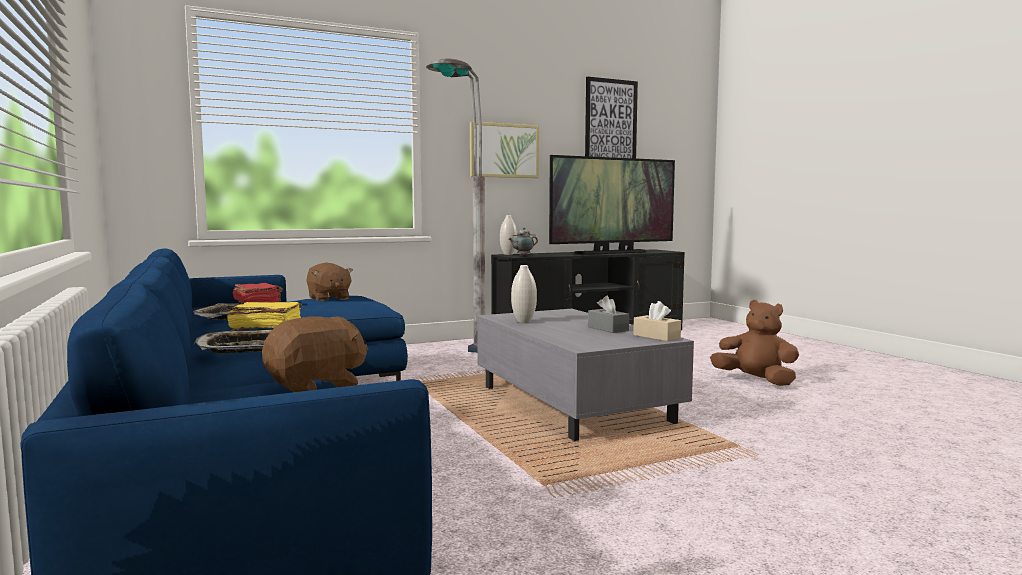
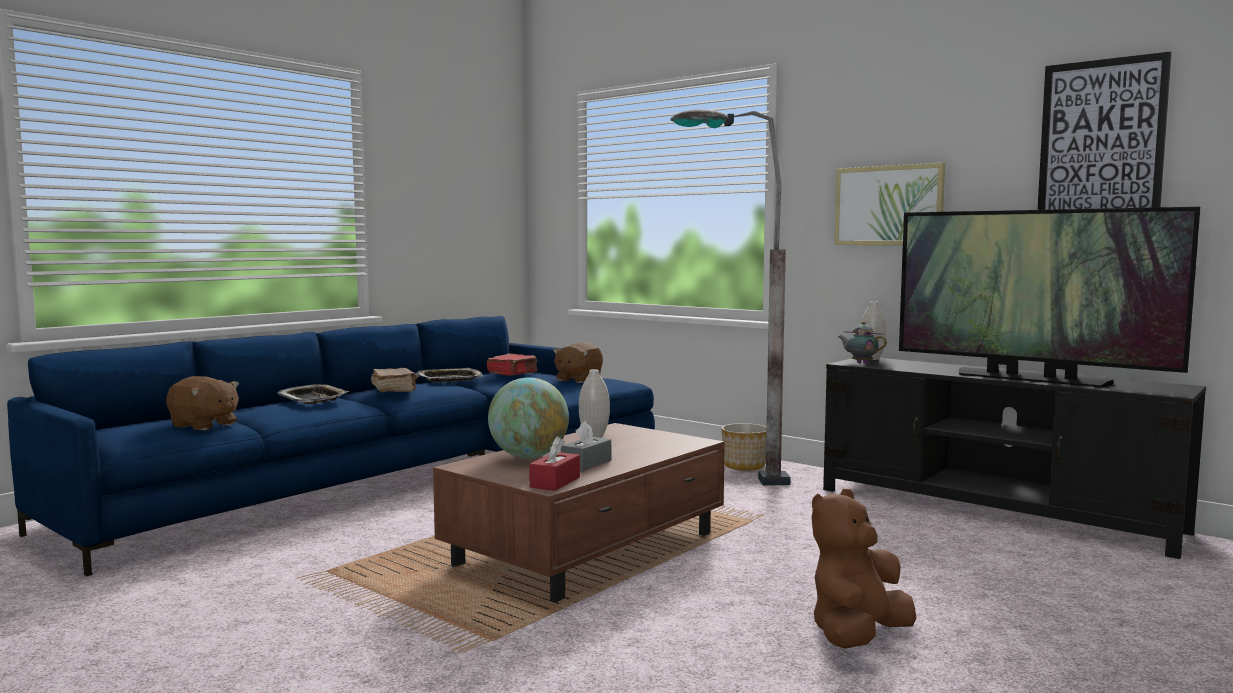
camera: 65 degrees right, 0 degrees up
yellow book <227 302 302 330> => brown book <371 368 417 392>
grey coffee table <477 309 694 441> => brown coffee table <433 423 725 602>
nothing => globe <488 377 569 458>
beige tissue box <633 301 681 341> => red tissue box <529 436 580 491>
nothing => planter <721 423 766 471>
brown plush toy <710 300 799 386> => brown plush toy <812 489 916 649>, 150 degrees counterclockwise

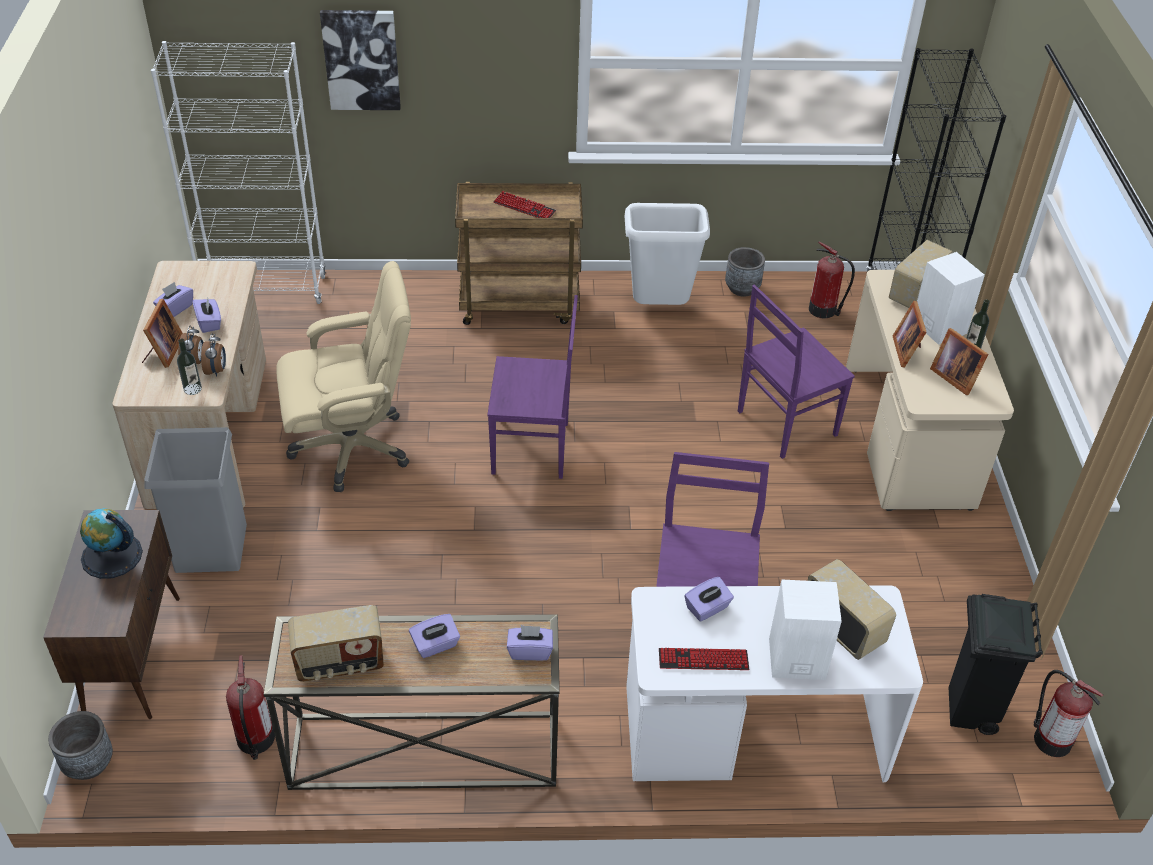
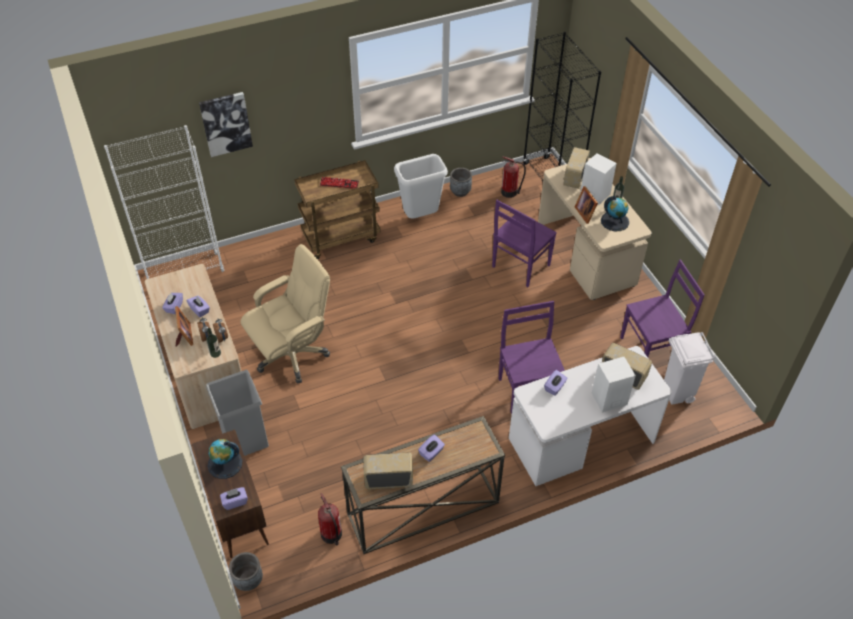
camera: 20 degrees left, 5 degrees up
purple tissue box <507 625 553 661> => purple tissue box <220 487 248 510>, move
radio <288 605 384 682> => radio <363 453 413 489>, 150 degrees counterclockwise
picture frame <930 328 989 395> => globe <601 196 629 231>
purple chair <487 295 578 479> => purple chair <620 260 705 357>, move
black trash can <949 594 1043 735> => white trash can <664 332 716 405>
keyboard <659 648 749 670> => nothing
fire extinguisher <1033 670 1103 757> => nothing

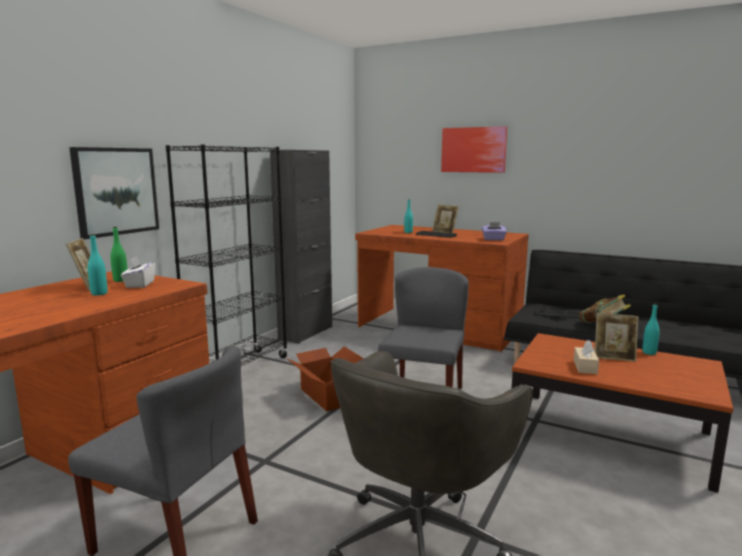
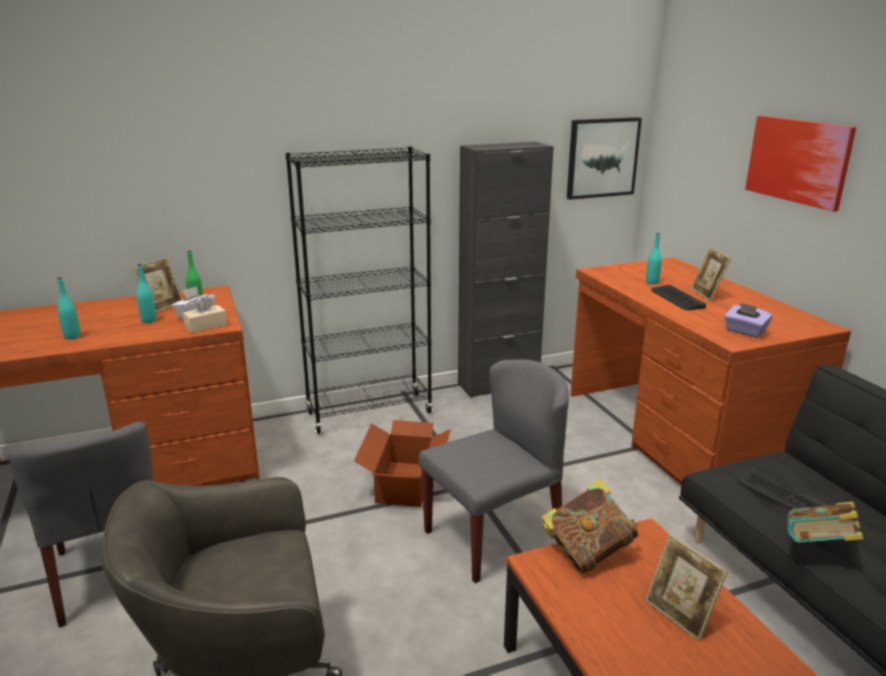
camera: 40 degrees right, 10 degrees up
turquoise bottle <642 303 660 355> => turquoise bottle <57 277 81 339>, move
beige tissue box <574 340 599 374> => beige tissue box <183 297 227 333>, move
nothing => book <541 479 639 574>
picture <69 147 159 239> => picture <567 117 642 200>, move

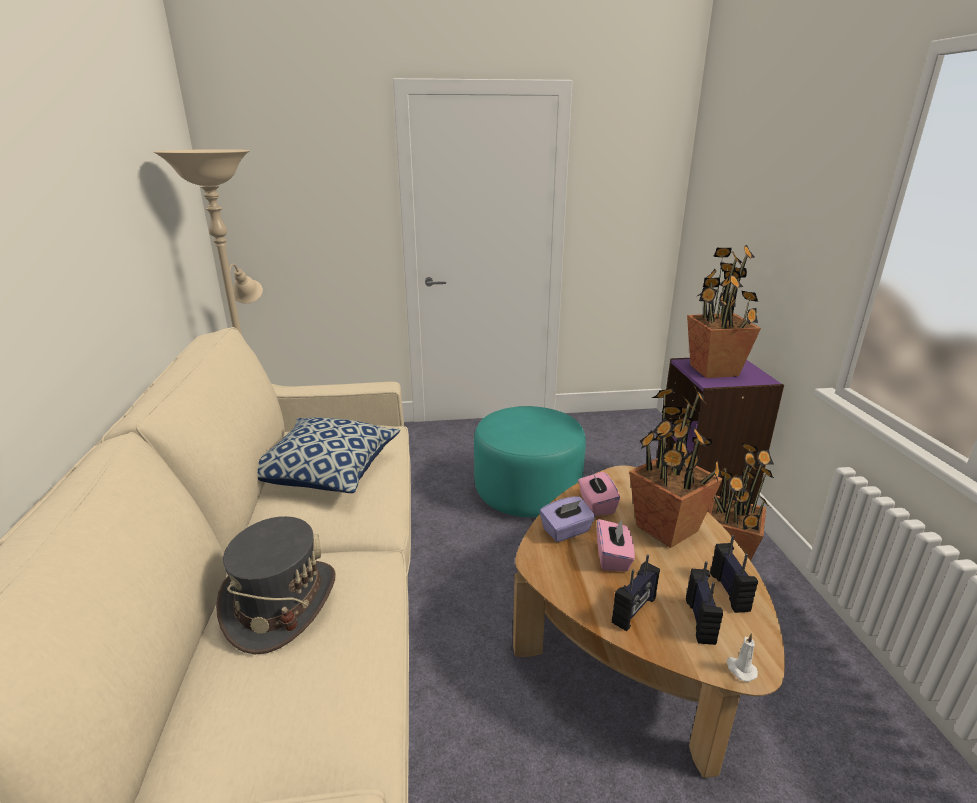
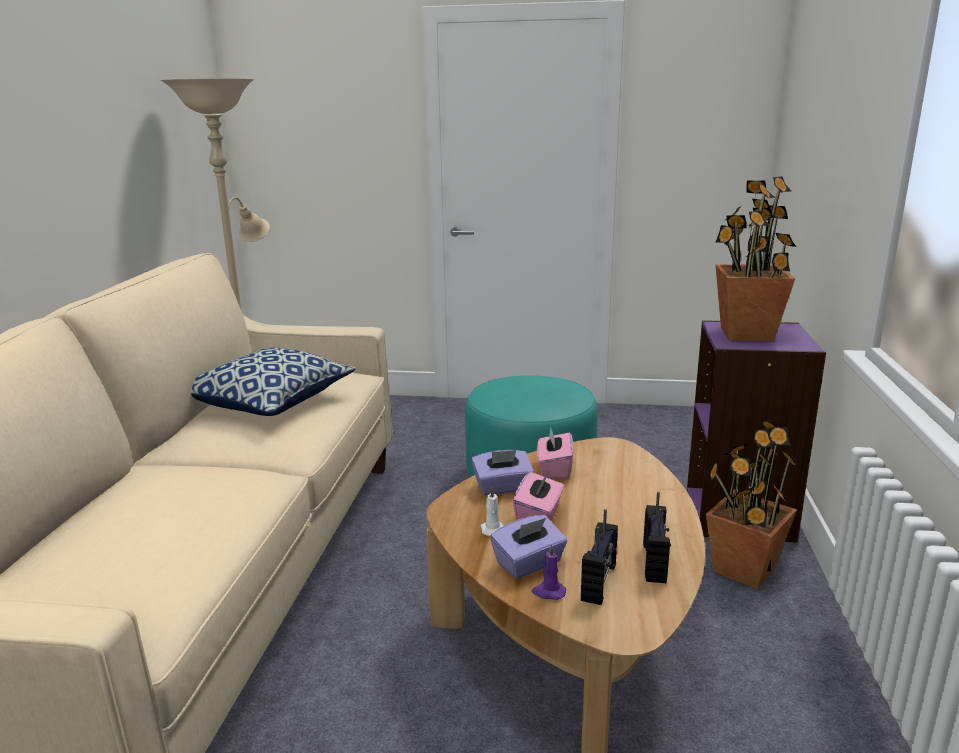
camera: 15 degrees right, 5 degrees down
white candle <727 633 758 682> => white candle <480 487 504 536>, move
radio <612 554 660 631> => purple tissue box <490 515 567 579>
nothing => purple candle <532 545 566 600>
grey hat <216 516 336 654> => nothing
potted plant <629 385 723 548> => nothing

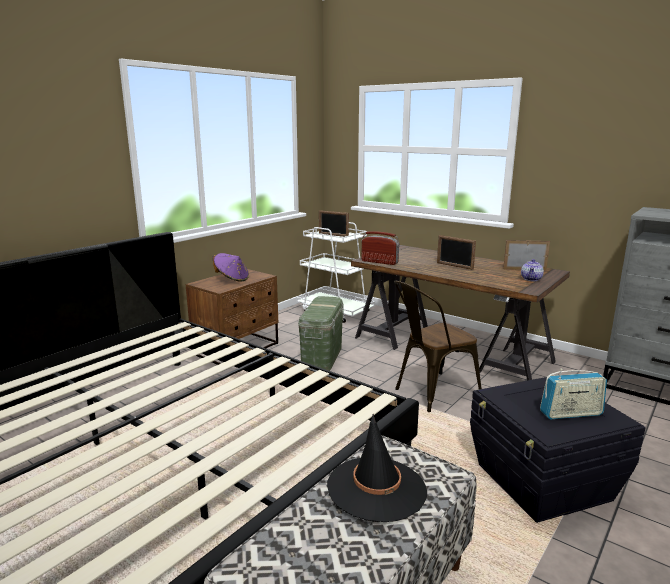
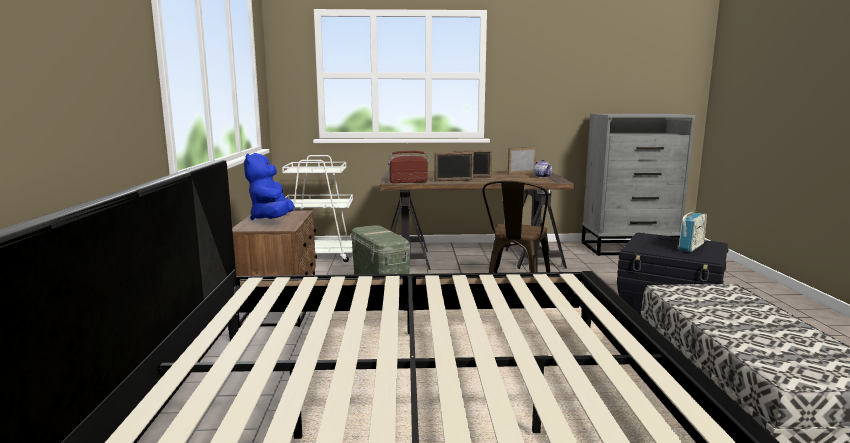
camera: 40 degrees left, 5 degrees down
purple hat <213 253 249 282> => blue plush toy <244 153 294 220>
picture frame <319 210 349 237> => picture frame <434 152 474 181>, move
black hat <327 414 427 522> => nothing

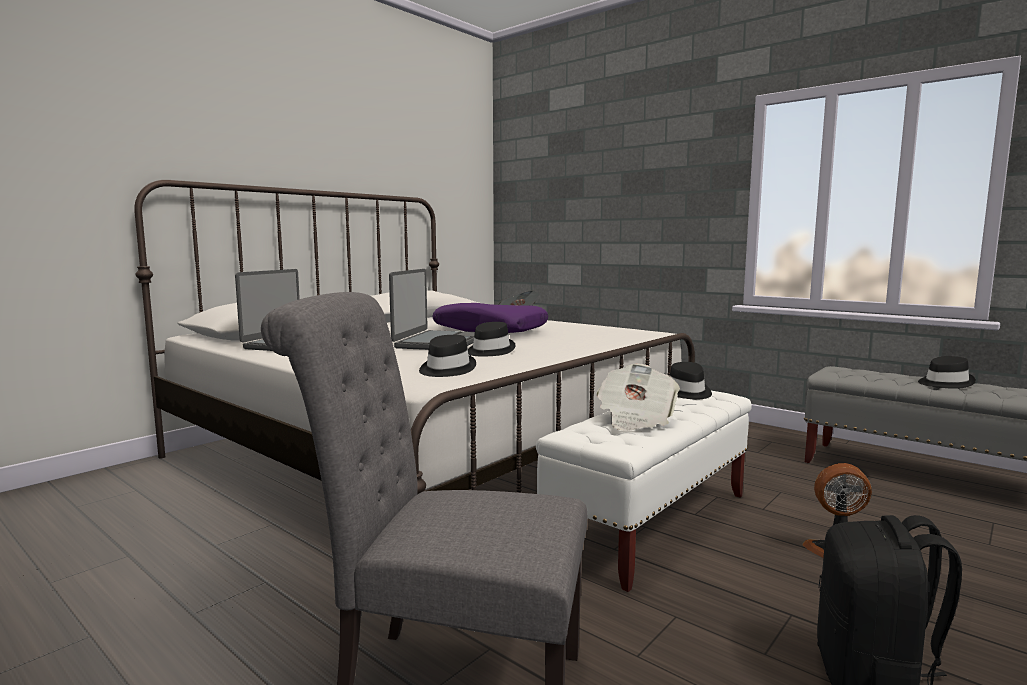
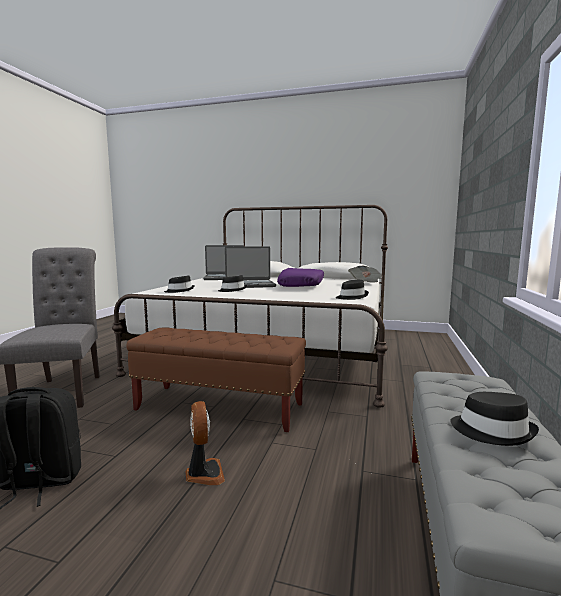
camera: 65 degrees right, 0 degrees up
white bench <536 391 752 592> => brown bench <126 327 306 432>
black hat <670 362 712 399> => black hat <336 280 369 300>, move
newspaper <596 363 680 431> => nothing

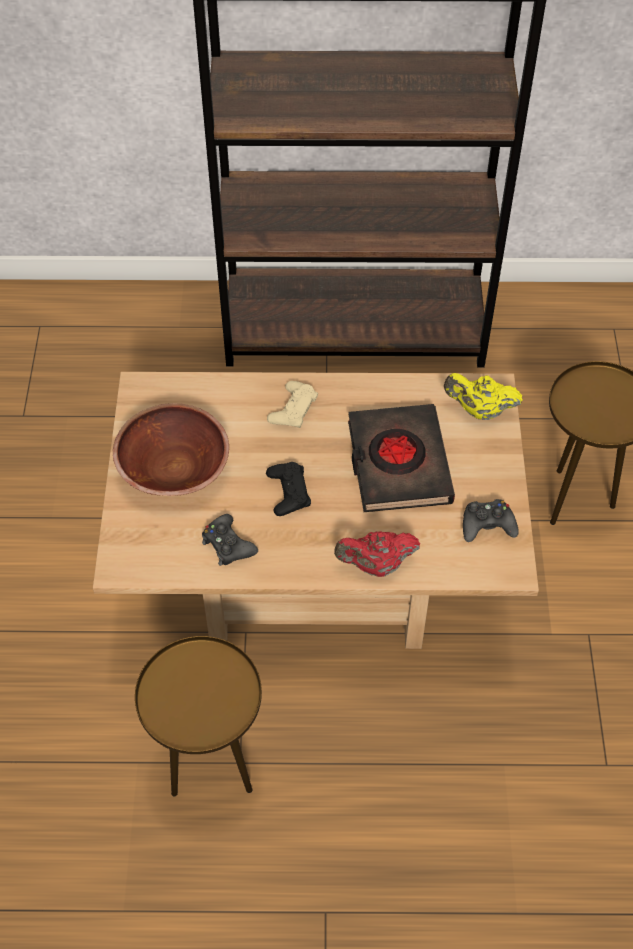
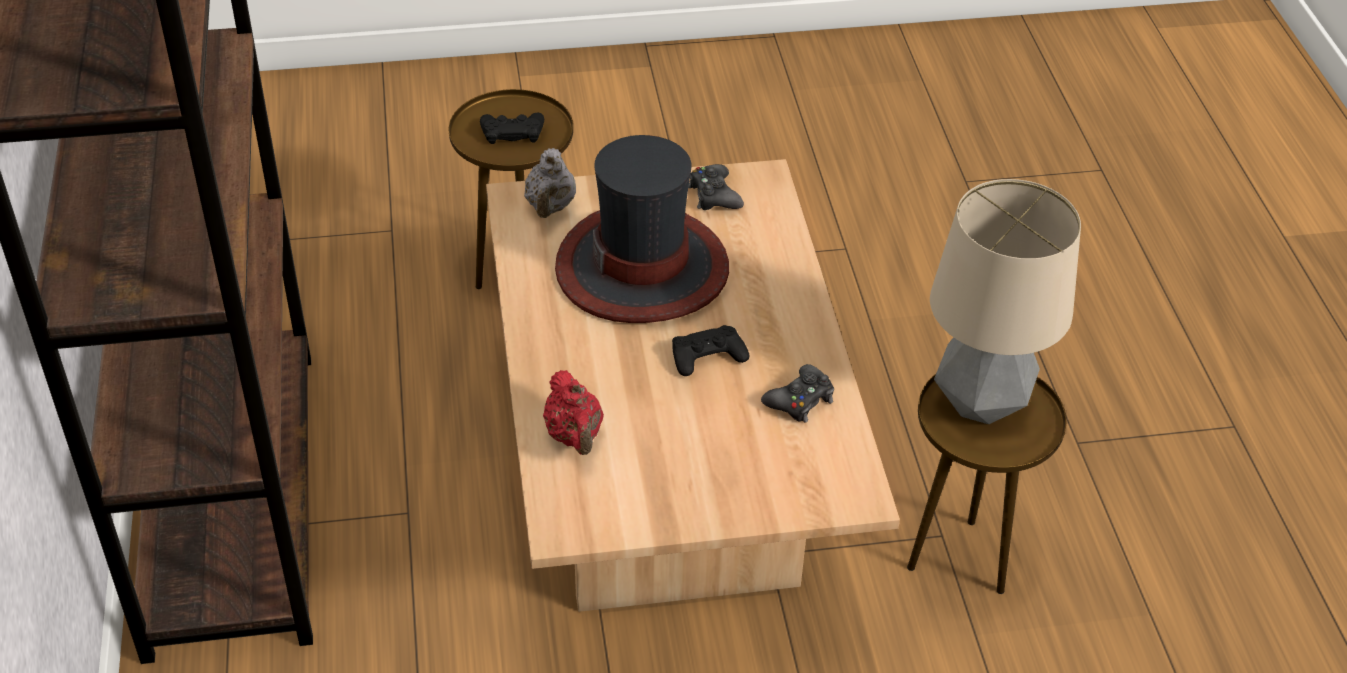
camera: 100 degrees left, 10 degrees down
nothing => black game controller <480 113 544 144>
yellow teapot <444 373 522 420> => grey teapot <524 148 576 218>
red teapot <334 531 420 577> => red teapot <543 370 604 455>, move
black book <348 404 455 512> => hat <555 135 729 323>
nothing => table lamp <930 179 1081 424>
brown bowl <113 403 229 496> => nothing
beige game controller <267 381 318 428> => nothing

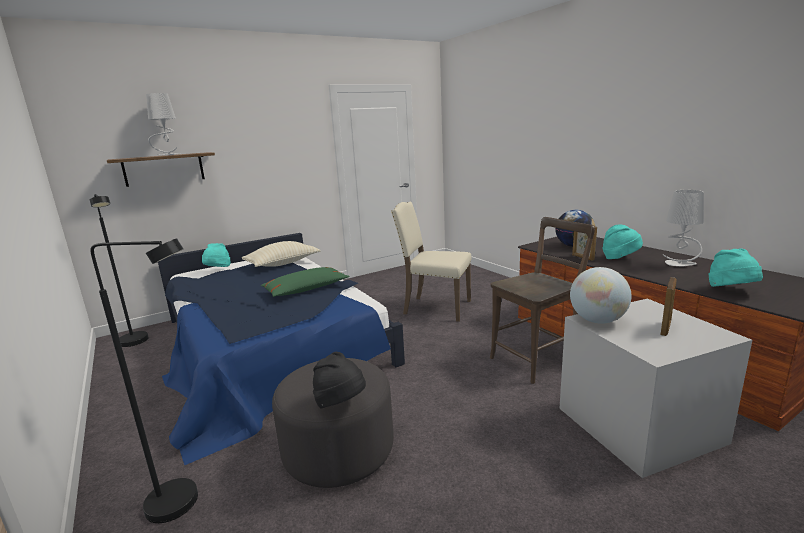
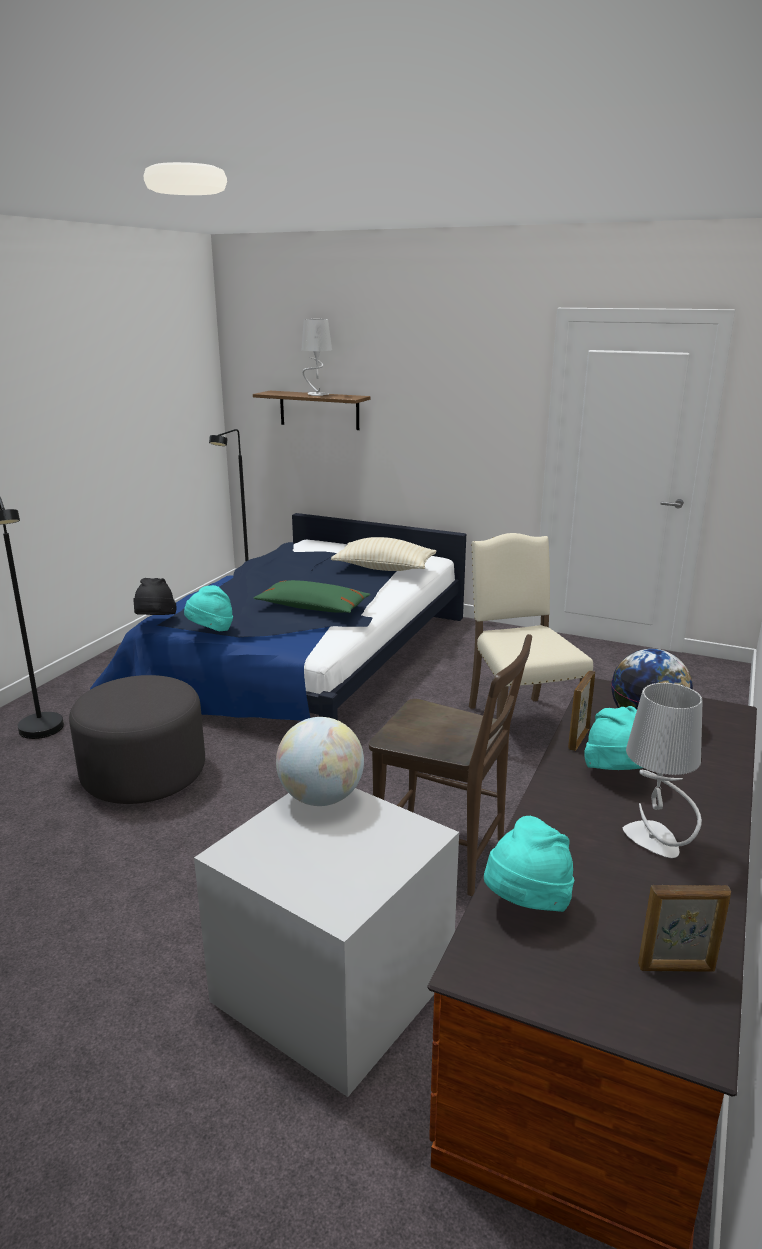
camera: 55 degrees right, 5 degrees up
black hat <313 352 366 408> => black hat <133 578 177 615>, move
turquoise hat <202 243 231 267> => turquoise hat <184 585 233 631>, move
picture frame <660 277 677 336> => picture frame <638 885 731 972>, move

